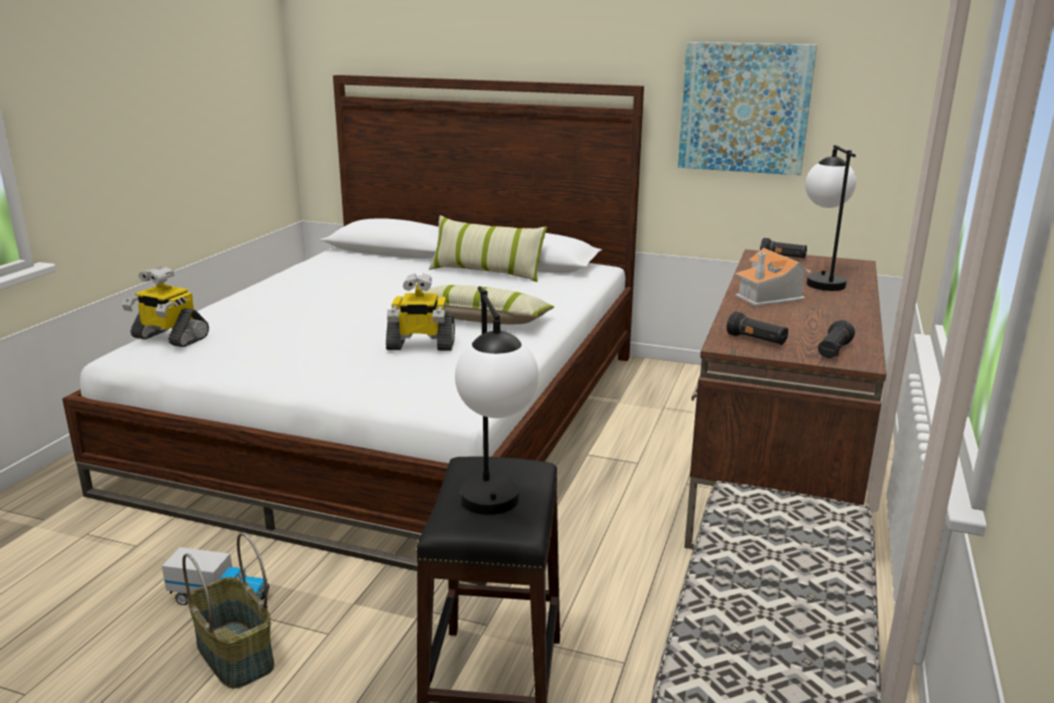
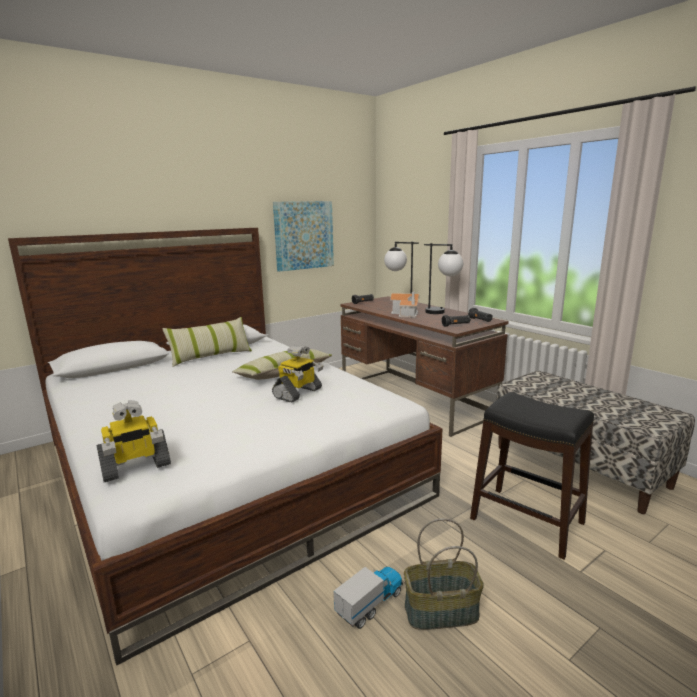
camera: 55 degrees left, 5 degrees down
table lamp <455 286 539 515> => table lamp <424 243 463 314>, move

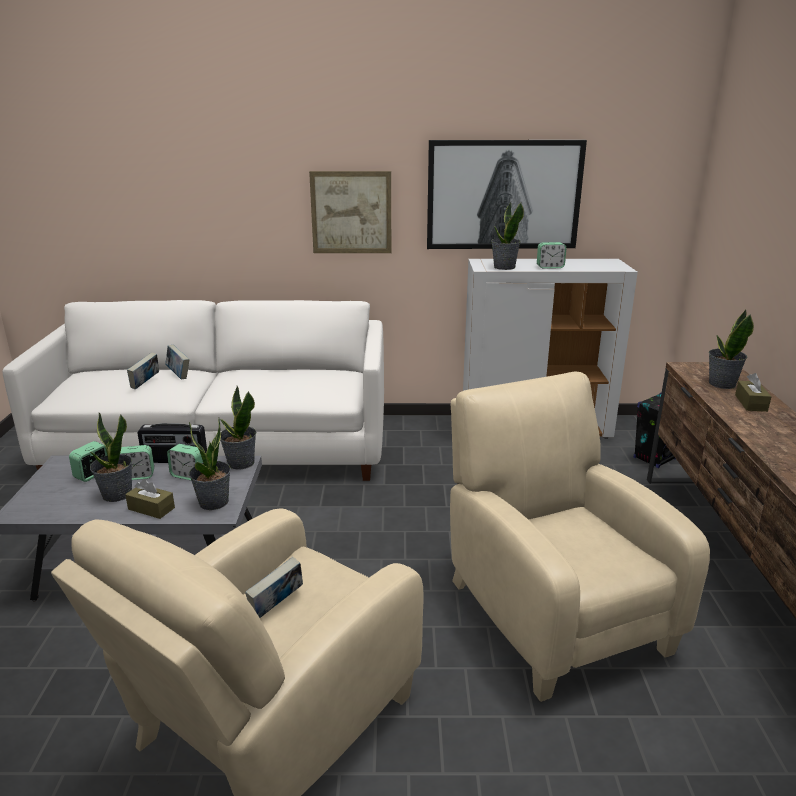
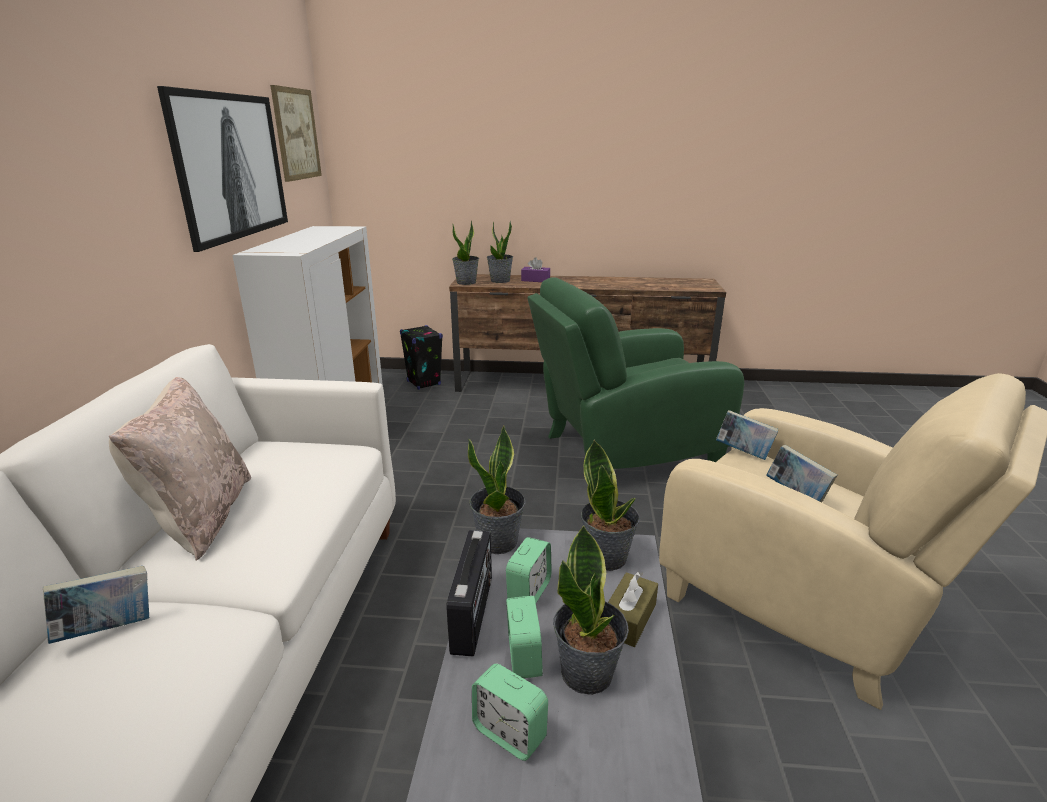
camera: 85 degrees left, 0 degrees up
nothing => beige pillow <109 377 251 560>
picture <309 171 391 253> => picture <270 85 322 182>, move
potted plant <491 201 524 270> => potted plant <452 221 479 285>, move
brown tissue box <735 373 771 412> => purple tissue box <521 257 550 282>
beige armchair <450 372 710 702> => green armchair <527 278 744 469>
book <127 352 159 390> => book <716 410 778 460>, move
alarm clock <537 242 566 269> => nothing

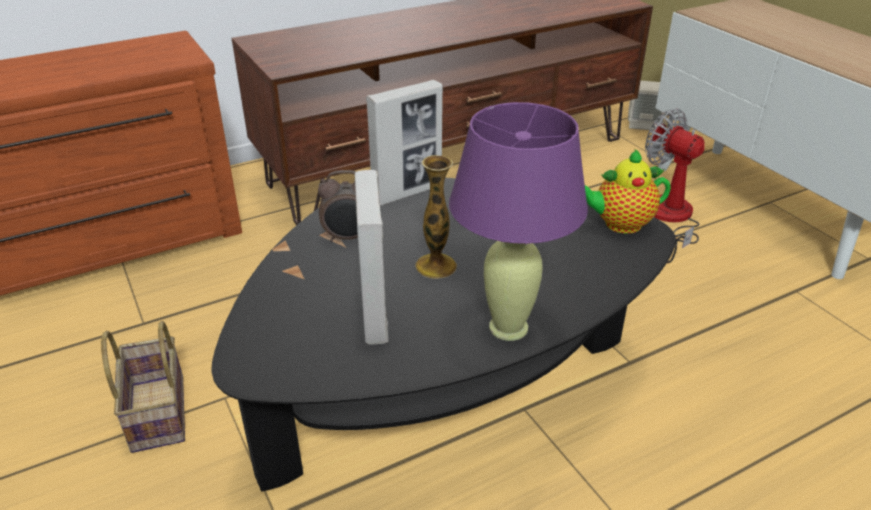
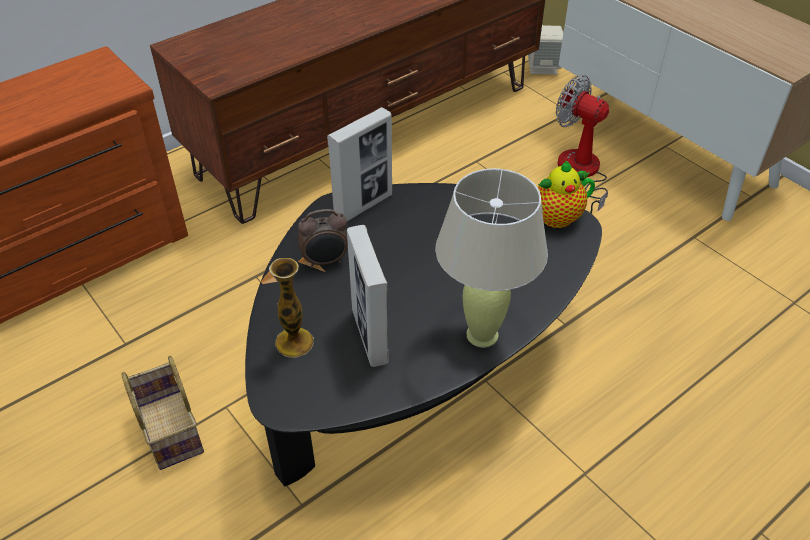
camera: 10 degrees left, 10 degrees up
vase <415 155 457 279> => vase <269 258 314 358>, move
purple table lamp <449 102 588 341> => beige table lamp <435 168 548 348>

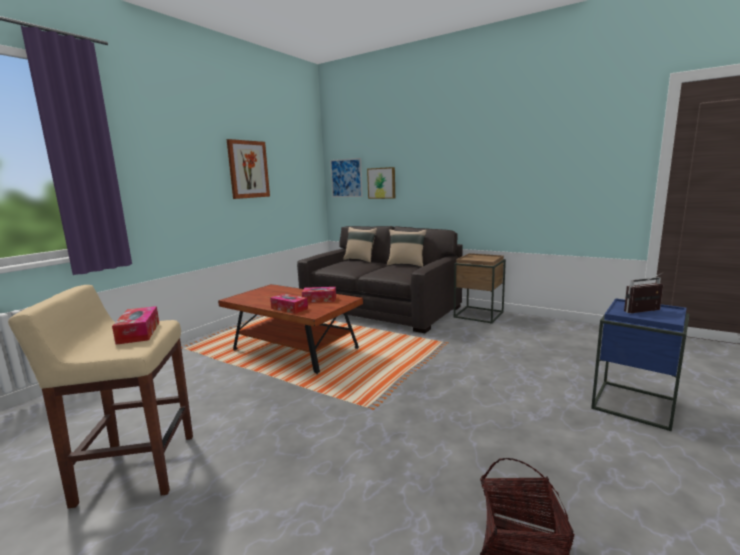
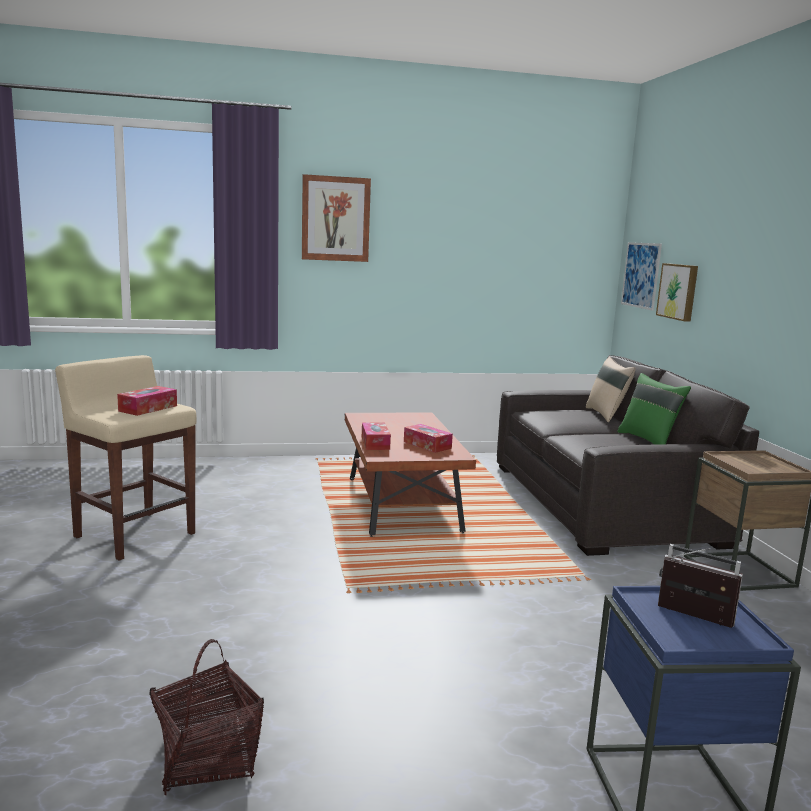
camera: 45 degrees right, 0 degrees up
picture <226 139 270 199> => picture <302 174 371 262>, move
beige pillow <387 229 427 267> => green pillow <617 373 691 445>

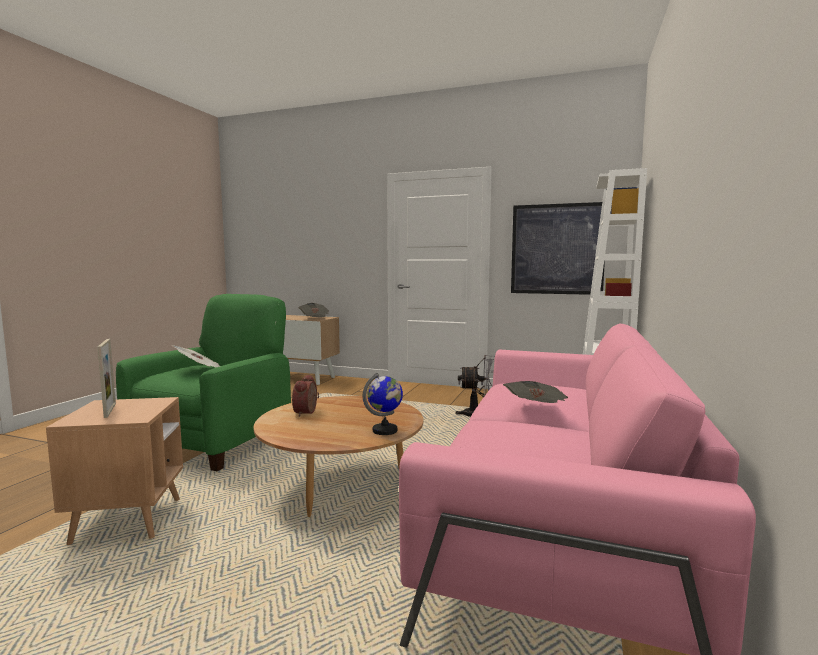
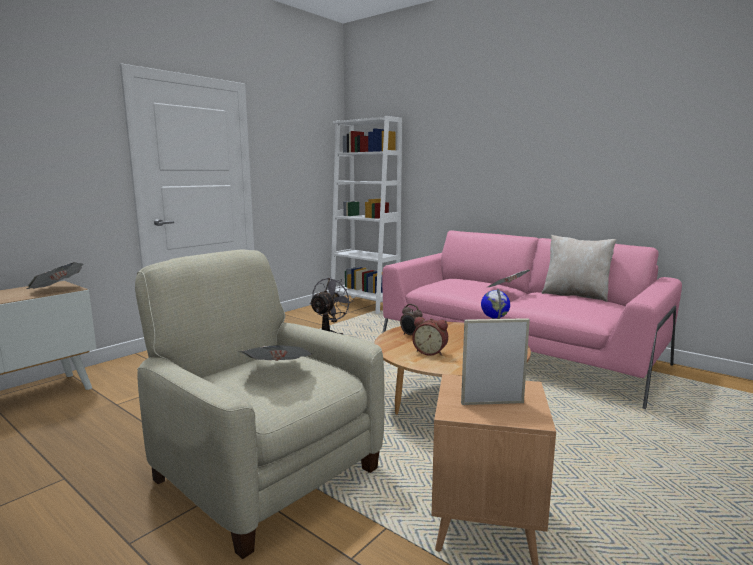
camera: 70 degrees left, 5 degrees up
green armchair <116 294 291 471> => beige armchair <135 249 384 559>
nothing => alarm clock <400 304 423 335>
nothing => beige pillow <541 235 616 302>
picture <511 202 605 295> => nothing

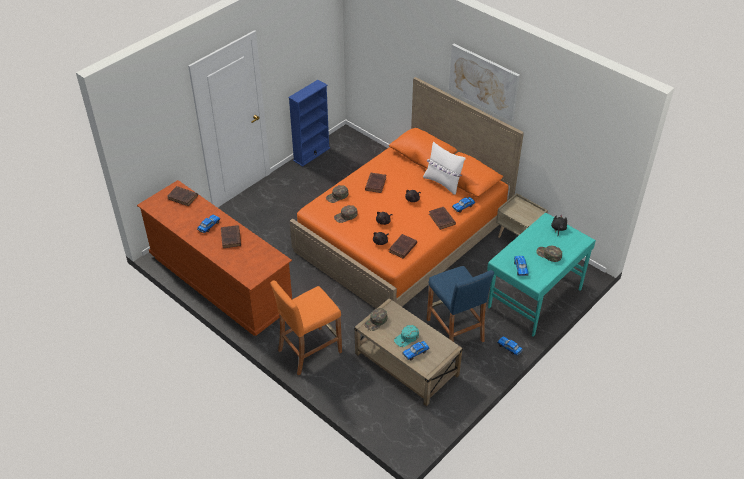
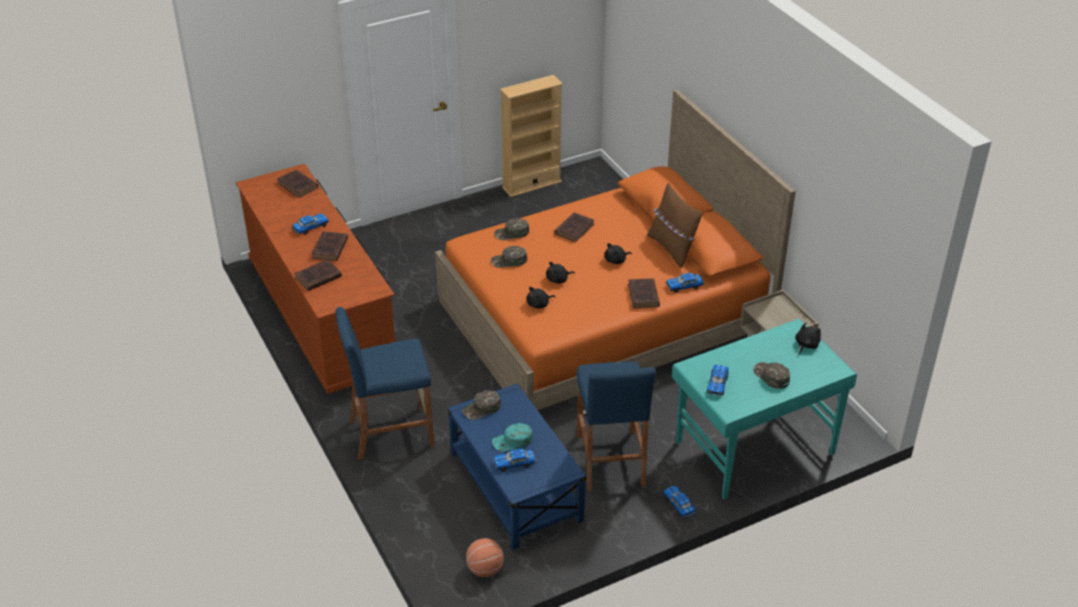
camera: 20 degrees right, 5 degrees down
brown book <389 234 417 259> => brown book <294 259 342 291>, move
orange stool <271 280 342 376> => blue stool <336 307 434 460>
beige coffee table <354 298 463 406> => blue coffee table <448 383 586 550>
nothing => basketball <466 538 504 577>
blue bookcase <288 80 330 167> => beige bookcase <500 75 563 197>
white pillow <423 142 466 195> => brown pillow <647 183 703 268>
picture <449 44 520 121> => nothing

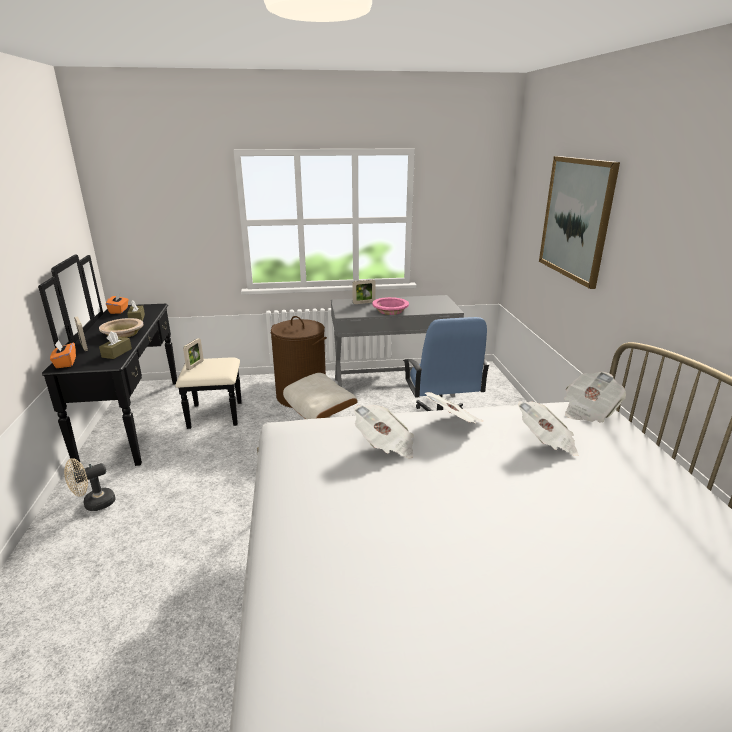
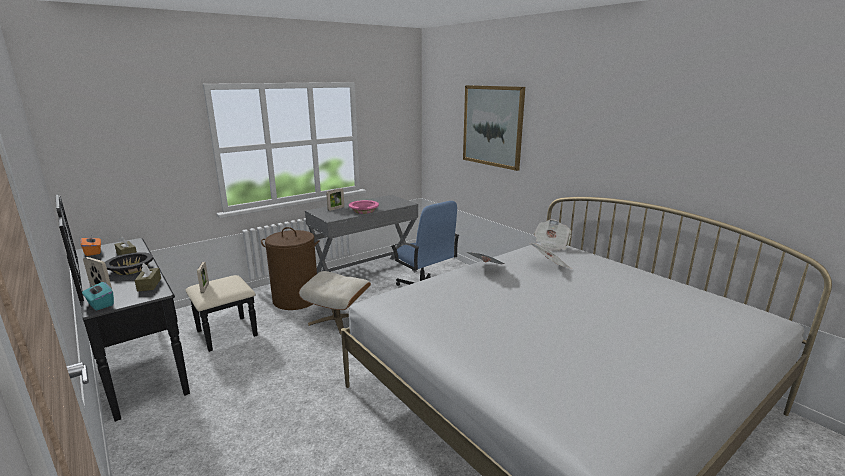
camera: 30 degrees left, 5 degrees down
orange tissue box <50 340 76 368> => turquoise tissue box <82 281 114 310>
beige bowl <99 318 144 338> => black bowl <105 252 153 275>
beige fan <64 458 115 511> => nothing
newspaper <354 405 414 458> => nothing

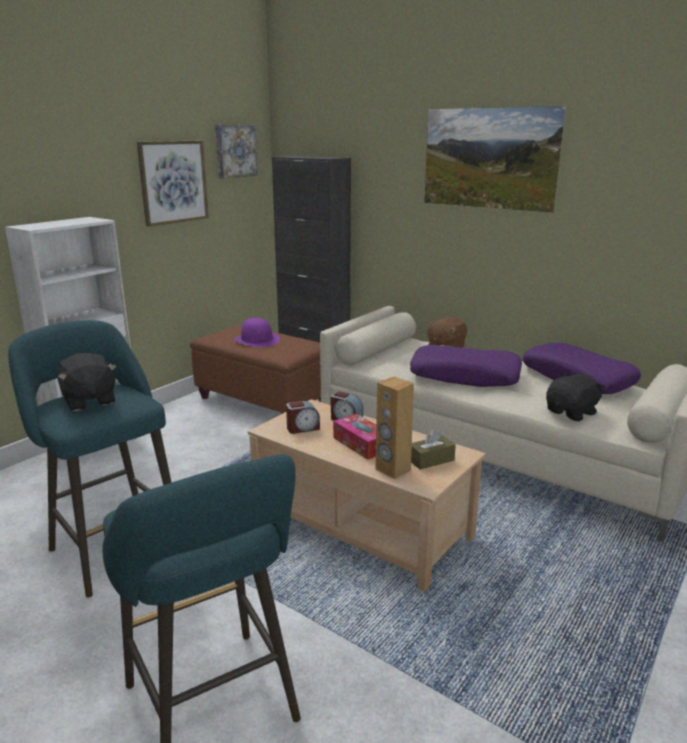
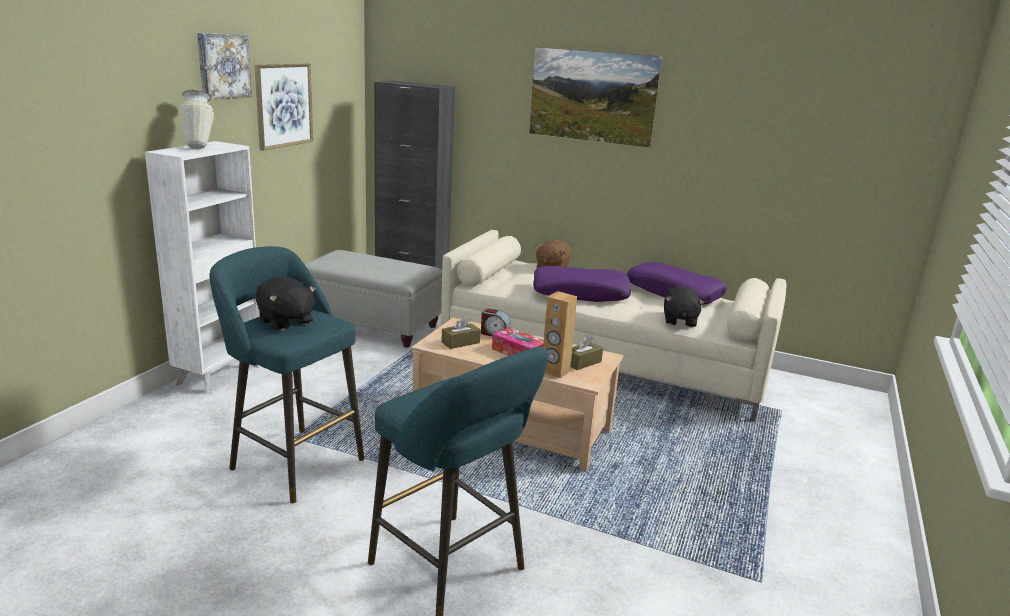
camera: 15 degrees left, 0 degrees up
nothing => vase <179 90 214 149>
picture <215 125 258 179> => picture <197 33 252 101>, move
brown ottoman <190 325 321 414> => grey ottoman <305 250 442 348>
alarm clock <286 401 320 434> => brown tissue box <441 316 480 349>
black plush toy <546 373 605 422> => black plush toy <664 286 705 327>, 150 degrees clockwise
purple hat <234 318 280 347> => nothing

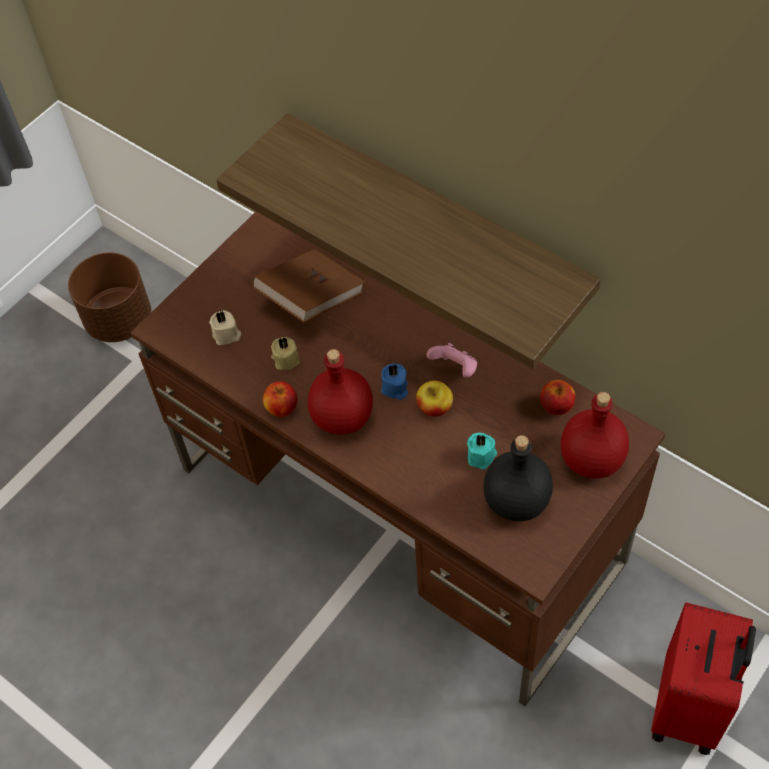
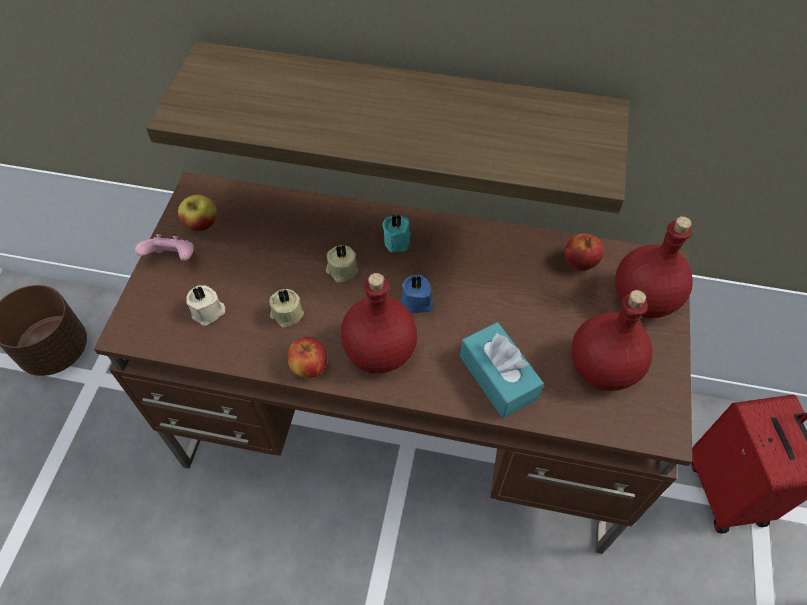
camera: 30 degrees left, 0 degrees up
pink game controller <427 343 477 378> => pink game controller <135 234 194 261>, move
apple <416 380 453 417> => apple <178 195 217 231>, move
nothing => beige candle <326 245 359 283>
turquoise candle <467 432 497 469> => turquoise candle <382 214 411 252>, move
nothing => turquoise tissue box <460 322 544 418>
black bottle <483 435 553 521> => red bottle <572 290 652 391>
brown book <252 249 365 323> => nothing

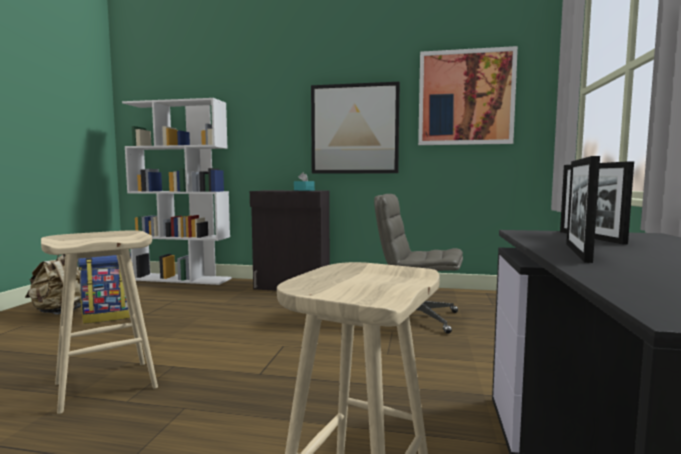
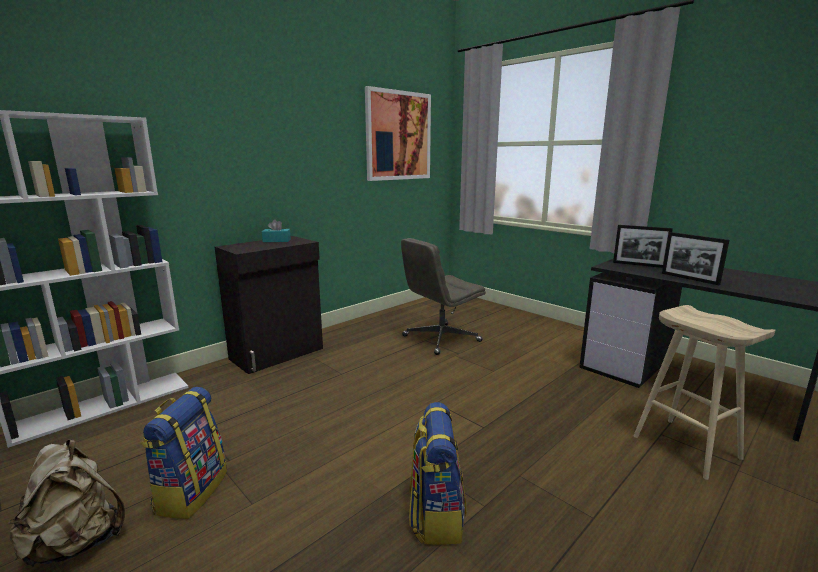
camera: 55 degrees left, 10 degrees up
beige stool <41 231 158 414> => backpack <409 402 466 545>
picture <311 82 400 174> => nothing

